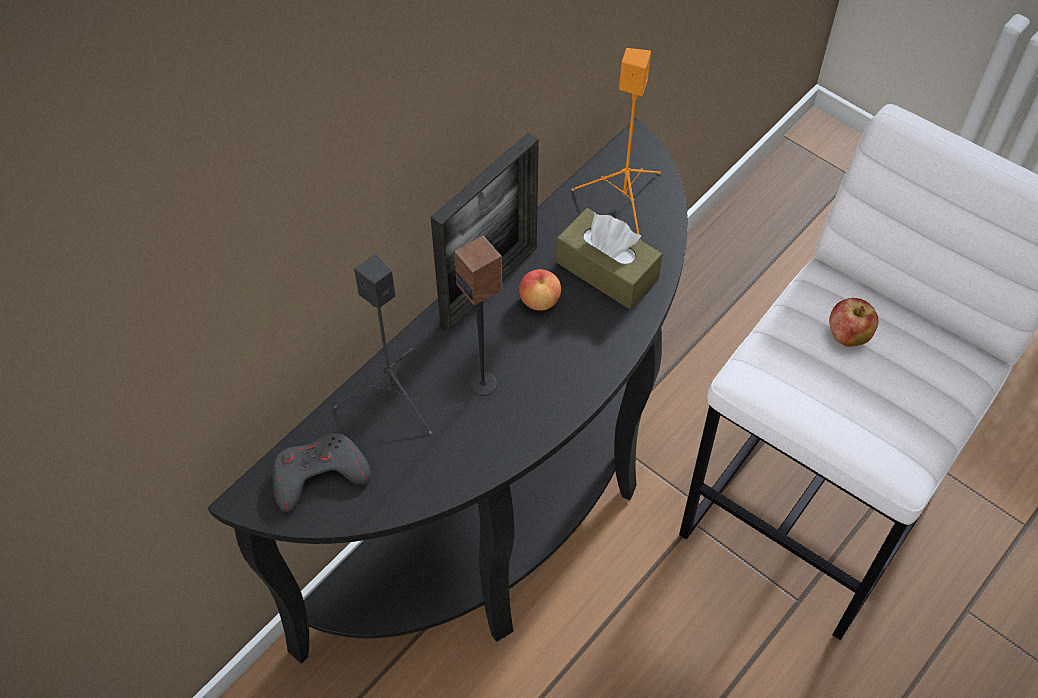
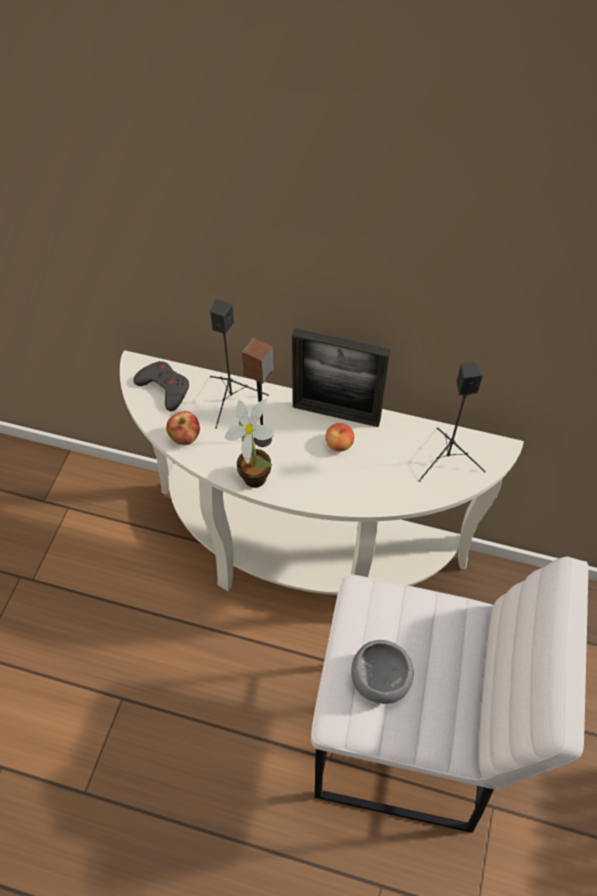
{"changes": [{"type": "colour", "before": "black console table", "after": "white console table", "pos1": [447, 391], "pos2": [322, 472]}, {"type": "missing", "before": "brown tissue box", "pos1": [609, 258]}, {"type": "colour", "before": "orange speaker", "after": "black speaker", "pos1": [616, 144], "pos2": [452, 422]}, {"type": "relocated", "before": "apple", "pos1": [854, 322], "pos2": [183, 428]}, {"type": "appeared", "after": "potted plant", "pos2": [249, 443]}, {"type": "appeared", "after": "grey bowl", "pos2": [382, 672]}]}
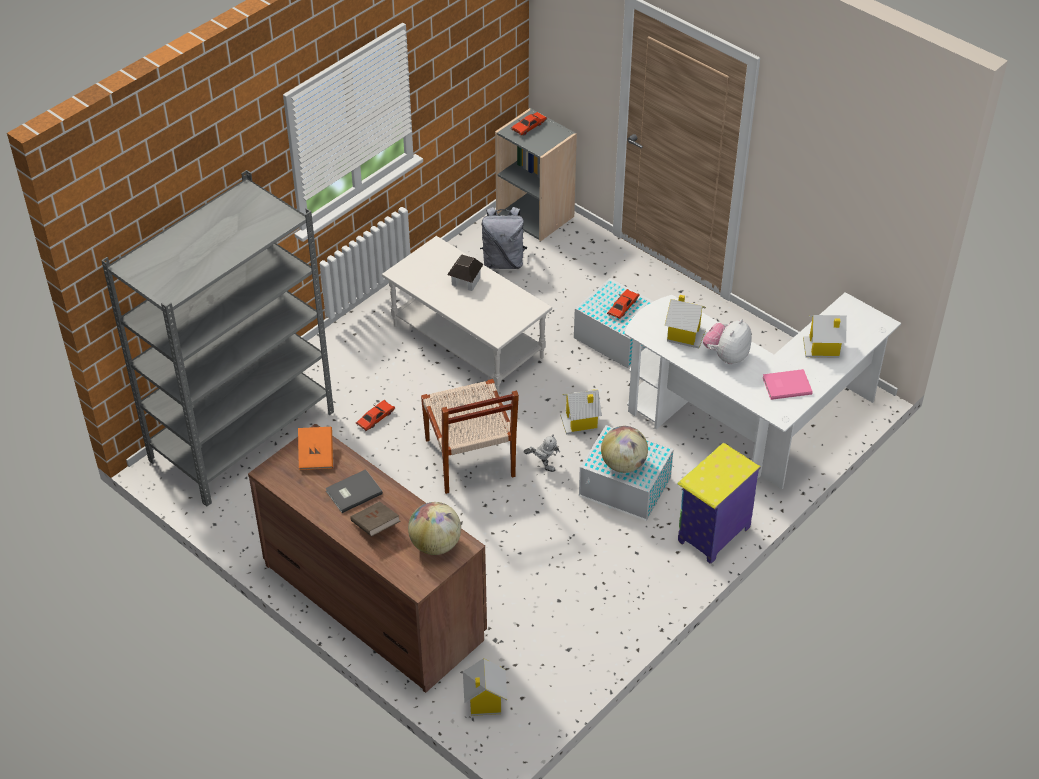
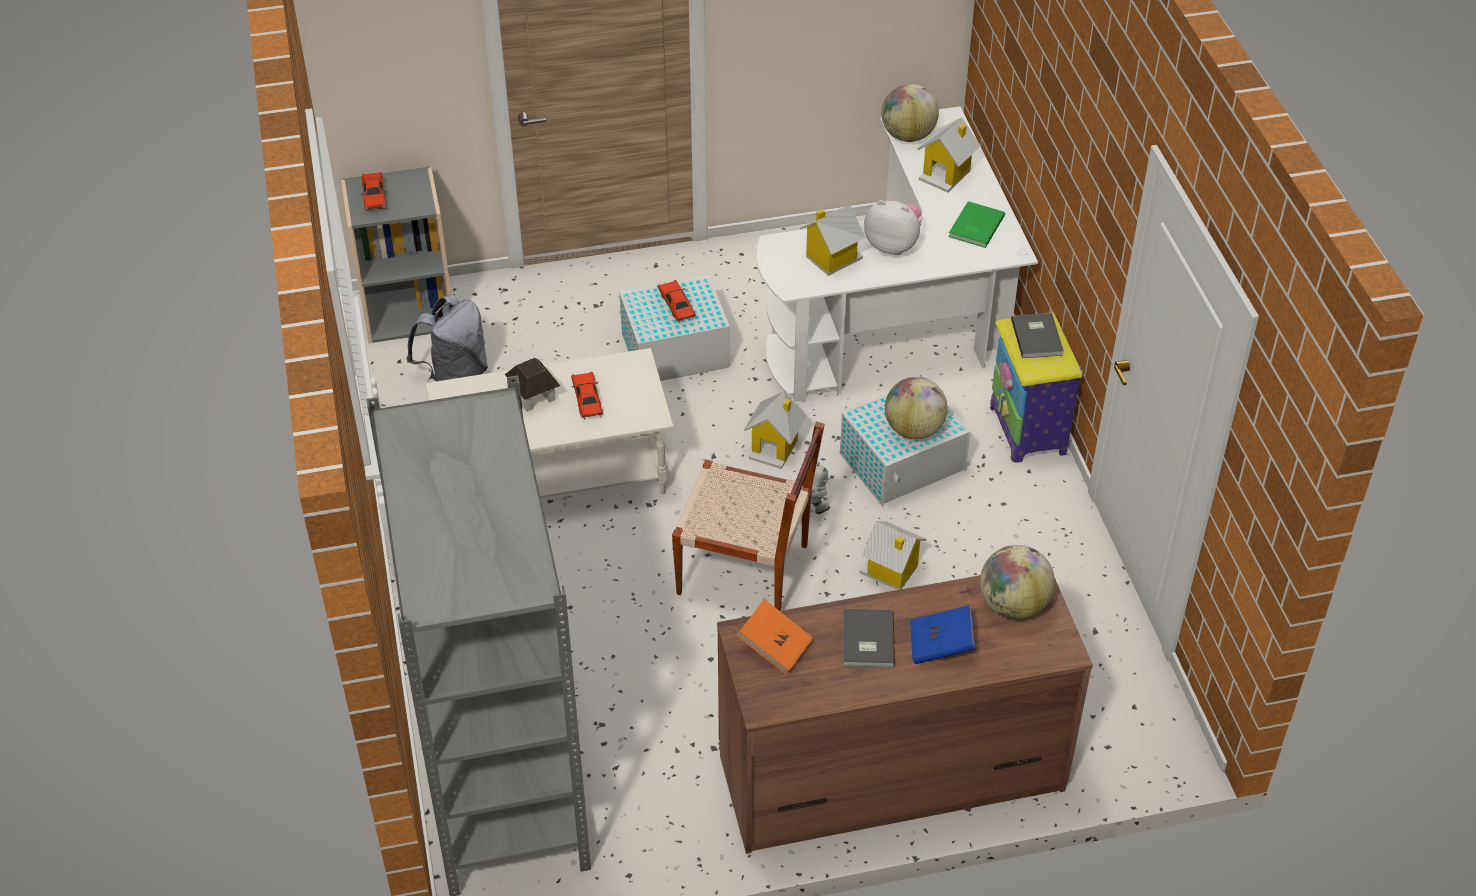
{"changes": [{"type": "colour", "before": "brown book", "after": "blue book", "pos1": [375, 519], "pos2": [942, 634]}, {"type": "relocated", "before": "red toy car", "pos1": [375, 415], "pos2": [587, 395]}, {"type": "relocated", "before": "toy house", "pos1": [485, 687], "pos2": [893, 555]}, {"type": "spun", "before": "plush toy", "pos1": [727, 341], "pos2": [893, 227], "turn": 135}, {"type": "colour", "before": "pink book", "after": "green book", "pos1": [787, 384], "pos2": [976, 224]}, {"type": "appeared", "after": "globe", "pos2": [910, 113]}, {"type": "appeared", "after": "grey book", "pos2": [1037, 335]}]}
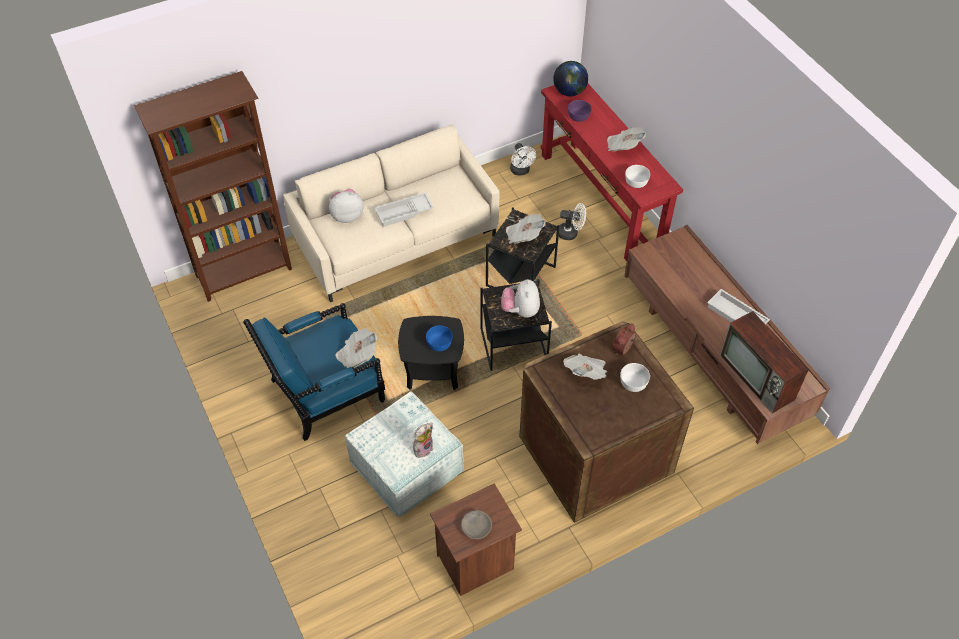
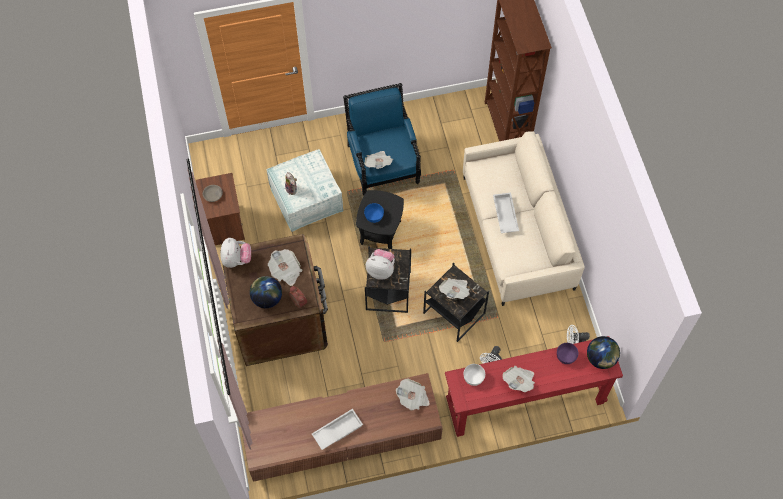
{"changes": [{"type": "relocated", "before": "plush toy", "pos1": [346, 206], "pos2": [236, 253]}, {"type": "exchanged", "before": "white bowl", "after": "globe", "pos1": [635, 377], "pos2": [266, 292]}, {"type": "missing", "before": "television", "pos1": [764, 362]}, {"type": "appeared", "after": "newspaper", "pos2": [413, 395]}]}
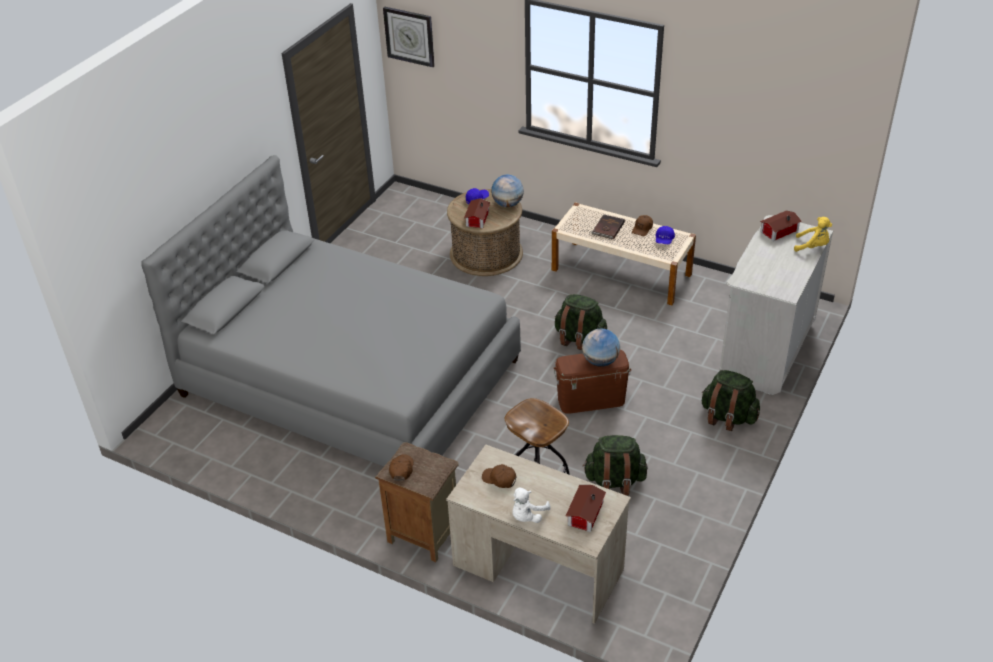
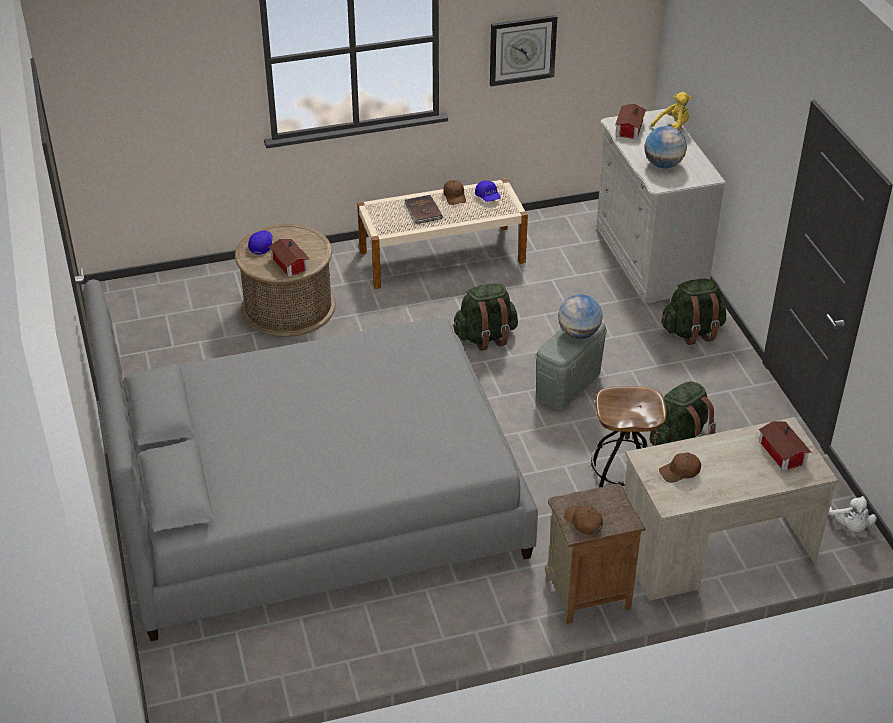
{"changes": [{"type": "relocated", "before": "wall clock", "pos1": [409, 37], "pos2": [523, 50]}, {"type": "relocated", "before": "globe", "pos1": [507, 191], "pos2": [665, 147]}, {"type": "relocated", "before": "white plush toy", "pos1": [531, 505], "pos2": [852, 514]}, {"type": "colour", "before": "brown storage box", "after": "grey storage box", "pos1": [592, 381], "pos2": [571, 366]}]}
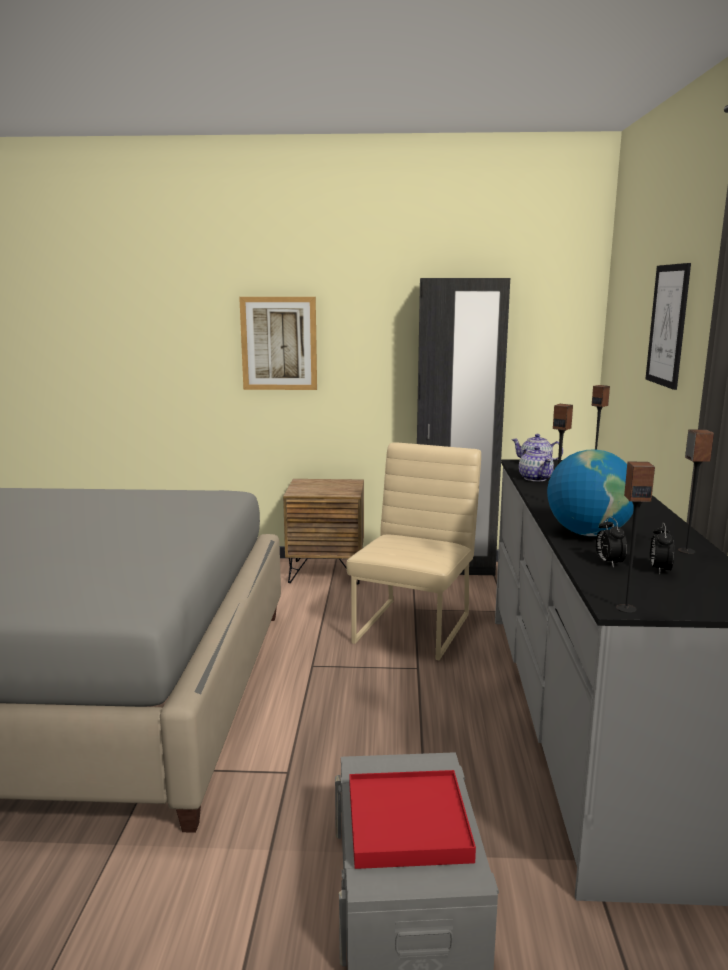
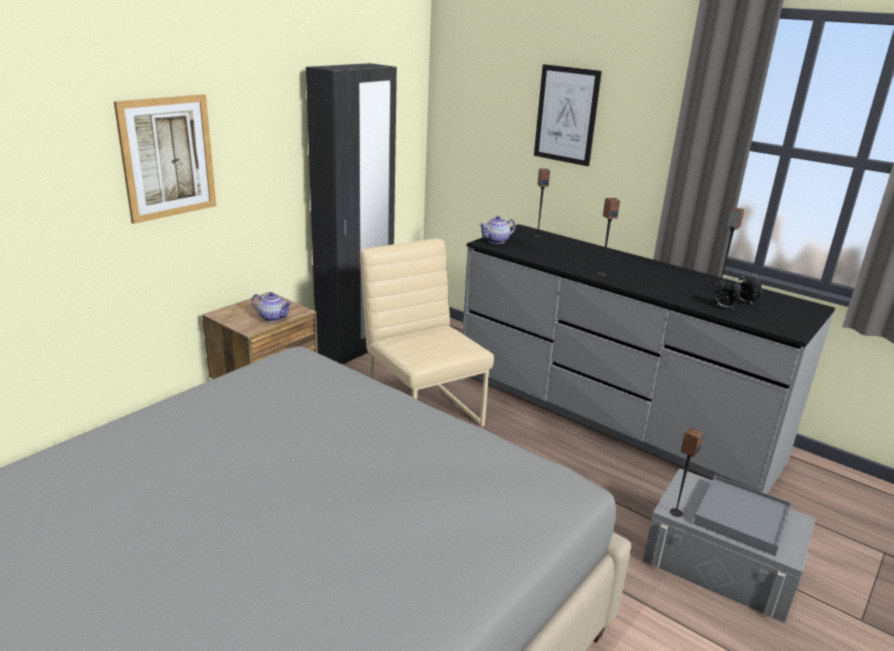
{"changes": [{"type": "colour", "before": "red tray", "after": "grey tray", "pos1": [413, 819], "pos2": [743, 516]}, {"type": "relocated", "before": "teapot", "pos1": [536, 463], "pos2": [272, 307]}, {"type": "missing", "before": "globe", "pos1": [590, 492]}, {"type": "relocated", "before": "speaker", "pos1": [635, 537], "pos2": [687, 472]}]}
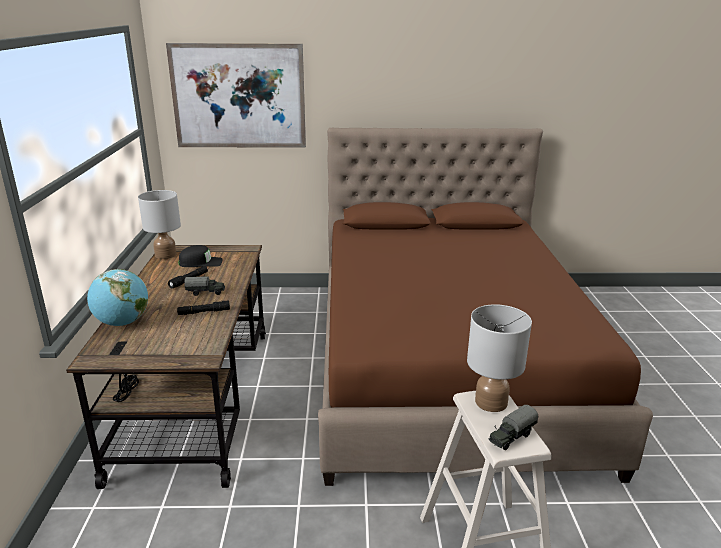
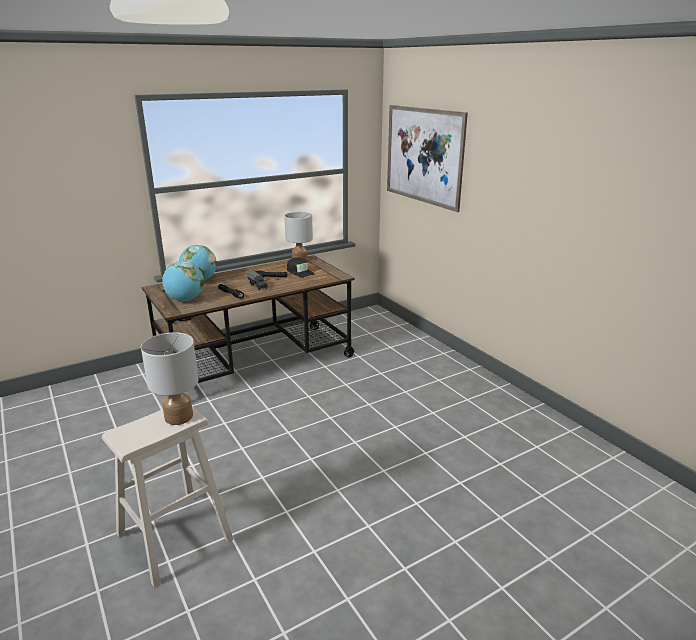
{"changes": [{"type": "missing", "before": "brown bed", "pos1": [485, 306]}, {"type": "missing", "before": "toy truck", "pos1": [513, 427]}, {"type": "appeared", "after": "globe", "pos2": [183, 281]}]}
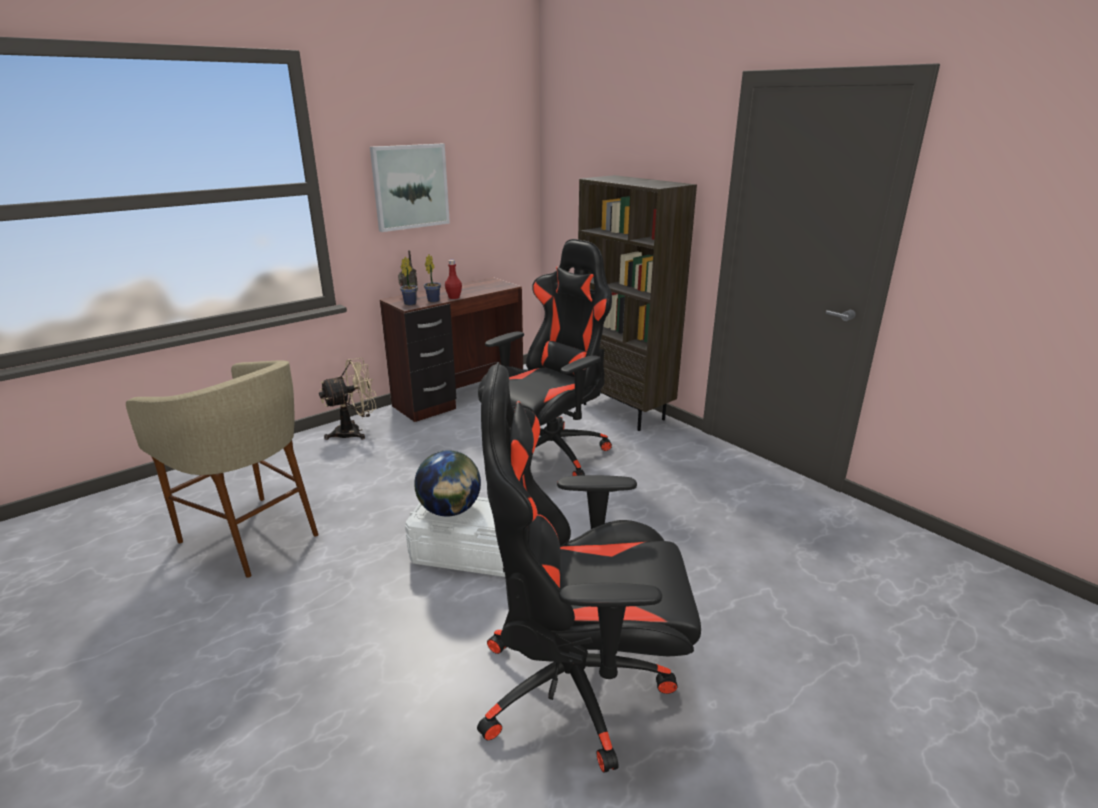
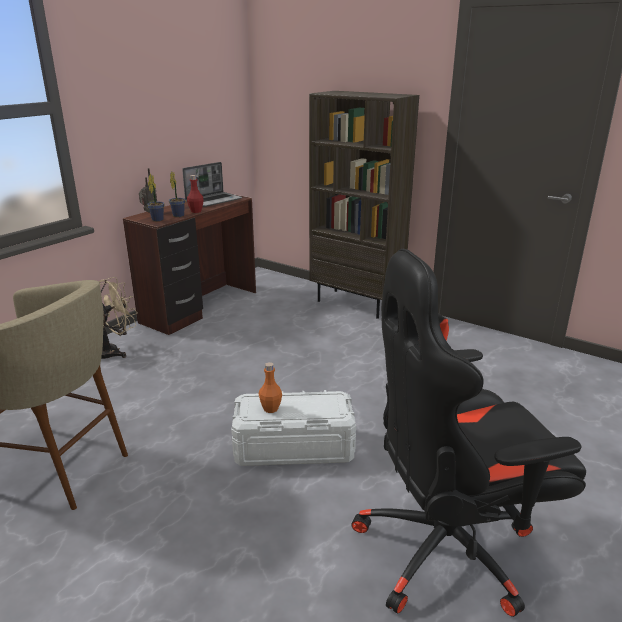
{"changes": [{"type": "missing", "before": "picture", "pos1": [410, 188]}, {"type": "exchanged", "before": "globe", "after": "orange bottle", "pos1": [447, 483], "pos2": [270, 387]}, {"type": "missing", "before": "black office chair", "pos1": [545, 357]}, {"type": "appeared", "after": "laptop", "pos2": [212, 184]}]}
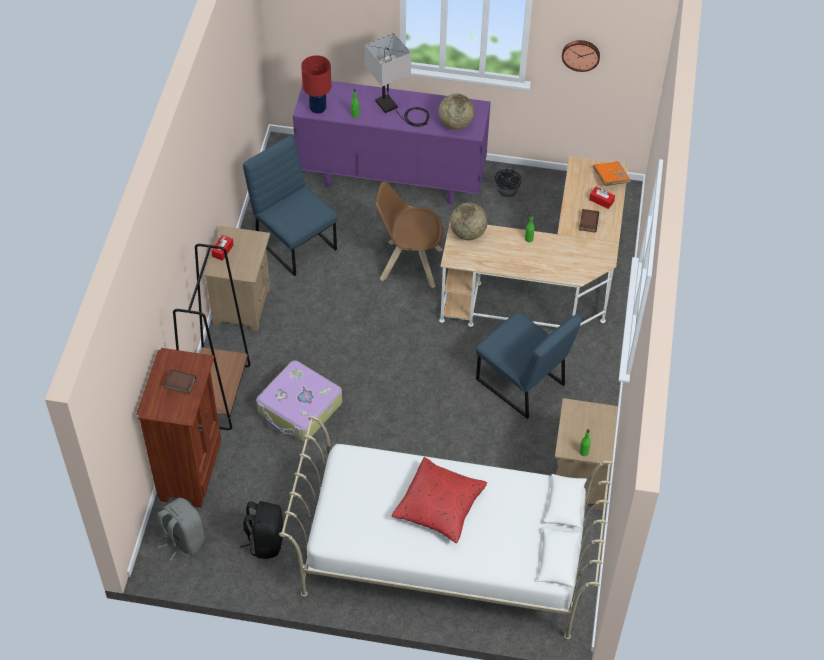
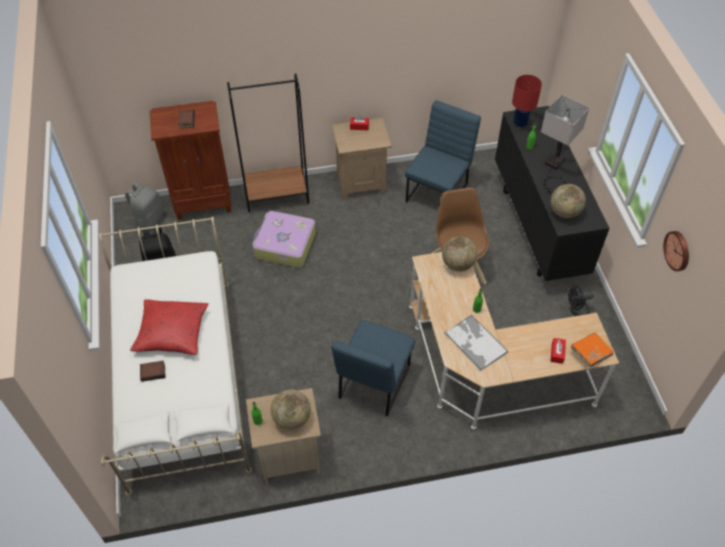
{"changes": [{"type": "colour", "before": "purple dresser", "after": "black dresser", "pos1": [391, 143], "pos2": [552, 193]}, {"type": "relocated", "before": "book", "pos1": [589, 221], "pos2": [153, 371]}, {"type": "appeared", "after": "globe", "pos2": [291, 409]}, {"type": "appeared", "after": "tray", "pos2": [476, 343]}]}
